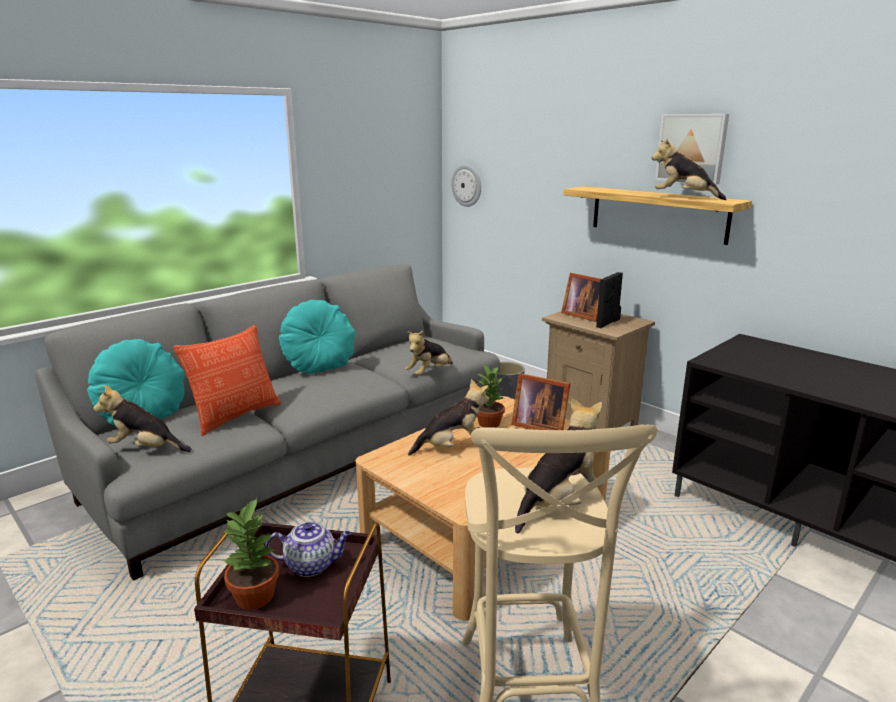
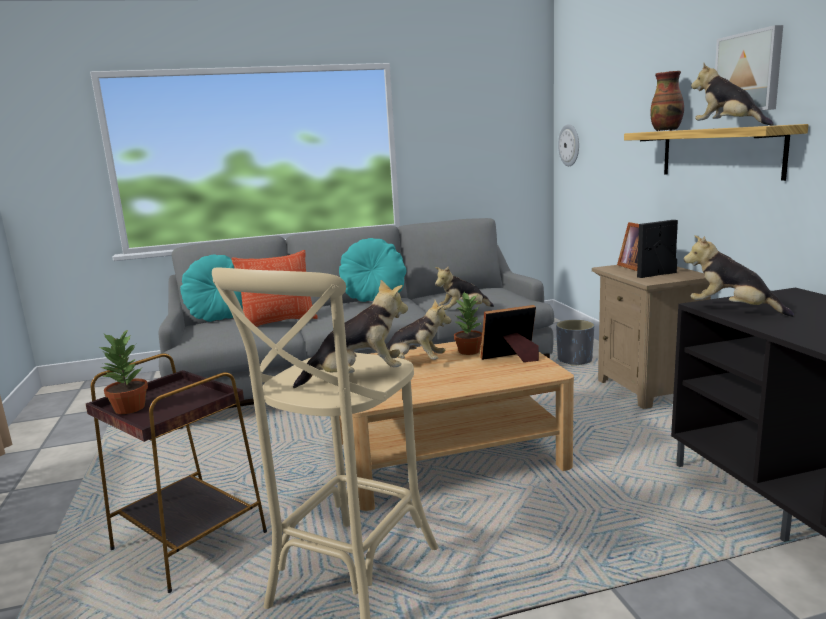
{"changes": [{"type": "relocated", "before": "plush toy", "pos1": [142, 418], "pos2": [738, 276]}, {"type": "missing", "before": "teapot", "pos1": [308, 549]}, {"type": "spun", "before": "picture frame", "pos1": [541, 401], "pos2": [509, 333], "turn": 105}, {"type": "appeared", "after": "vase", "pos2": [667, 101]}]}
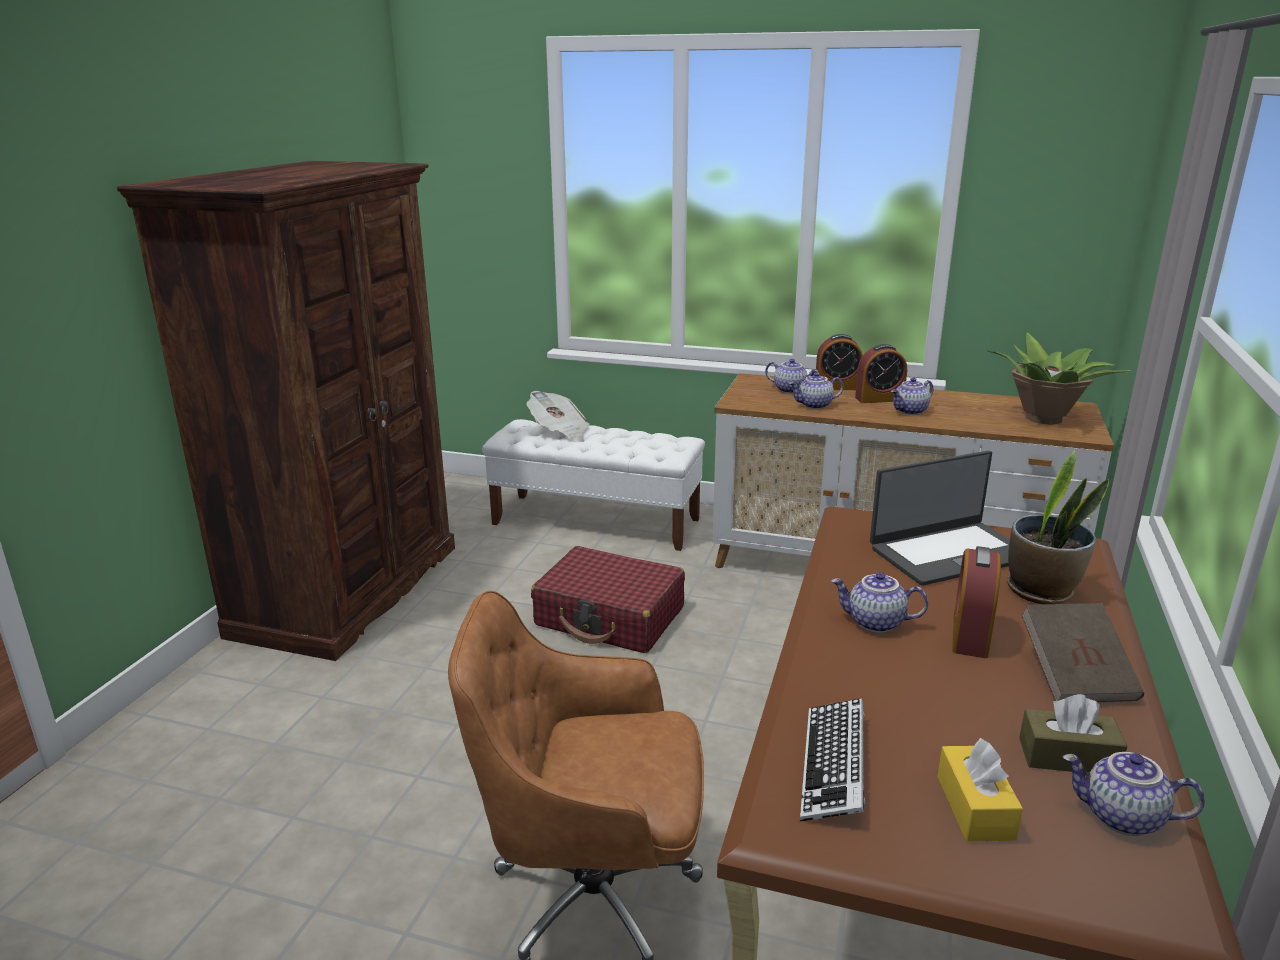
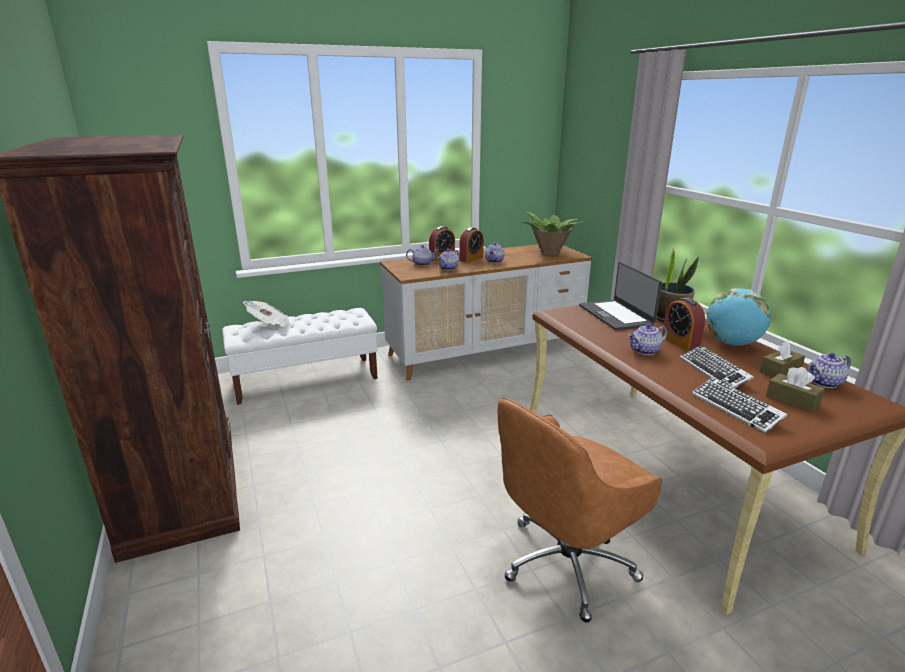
{"changes": [{"type": "missing", "before": "red suitcase", "pos1": [608, 599]}, {"type": "spun", "before": "laptop", "pos1": [940, 518], "pos2": [620, 296], "turn": 135}, {"type": "colour", "before": "yellow tissue box", "after": "brown tissue box", "pos1": [980, 789], "pos2": [795, 389]}, {"type": "exchanged", "before": "brown book", "after": "globe", "pos1": [1082, 652], "pos2": [738, 317]}, {"type": "appeared", "after": "keyboard", "pos2": [717, 366]}]}
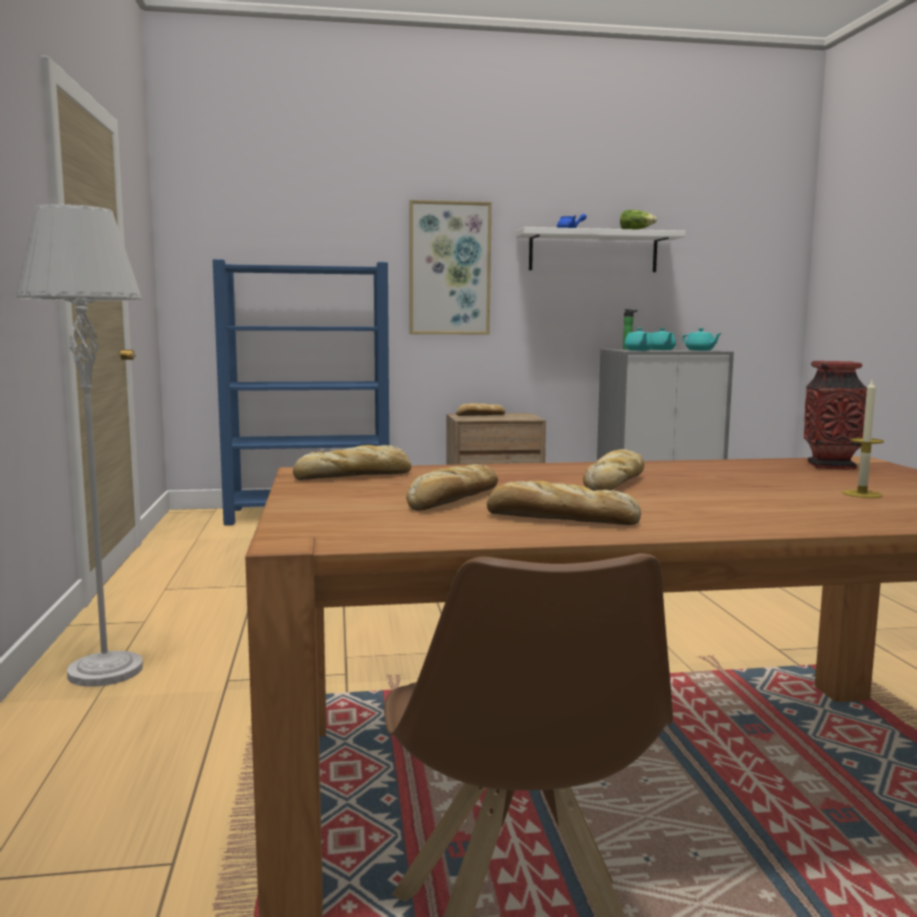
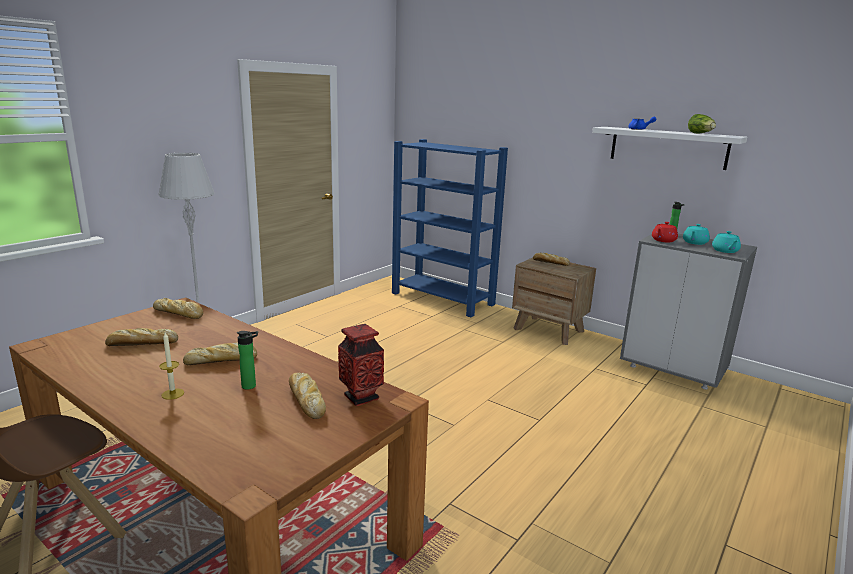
{"changes": [{"type": "missing", "before": "picture", "pos1": [450, 267]}, {"type": "relocated", "before": "bread", "pos1": [564, 503], "pos2": [307, 396]}, {"type": "colour", "before": "turquoise teapot", "after": "red teapot", "pos1": [639, 339], "pos2": [665, 232]}, {"type": "relocated", "before": "candle", "pos1": [863, 439], "pos2": [171, 366]}, {"type": "appeared", "after": "bottle", "pos2": [247, 360]}]}
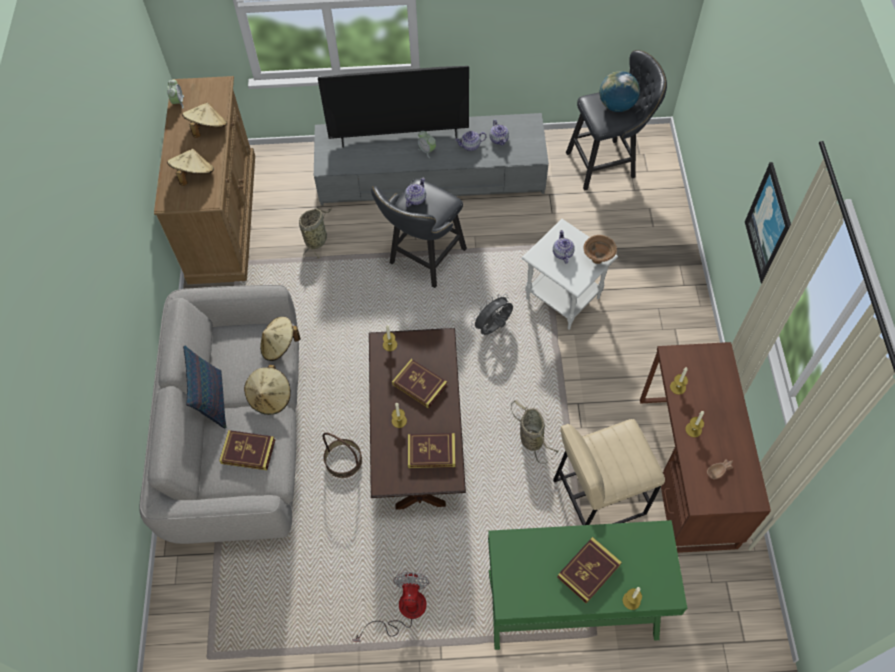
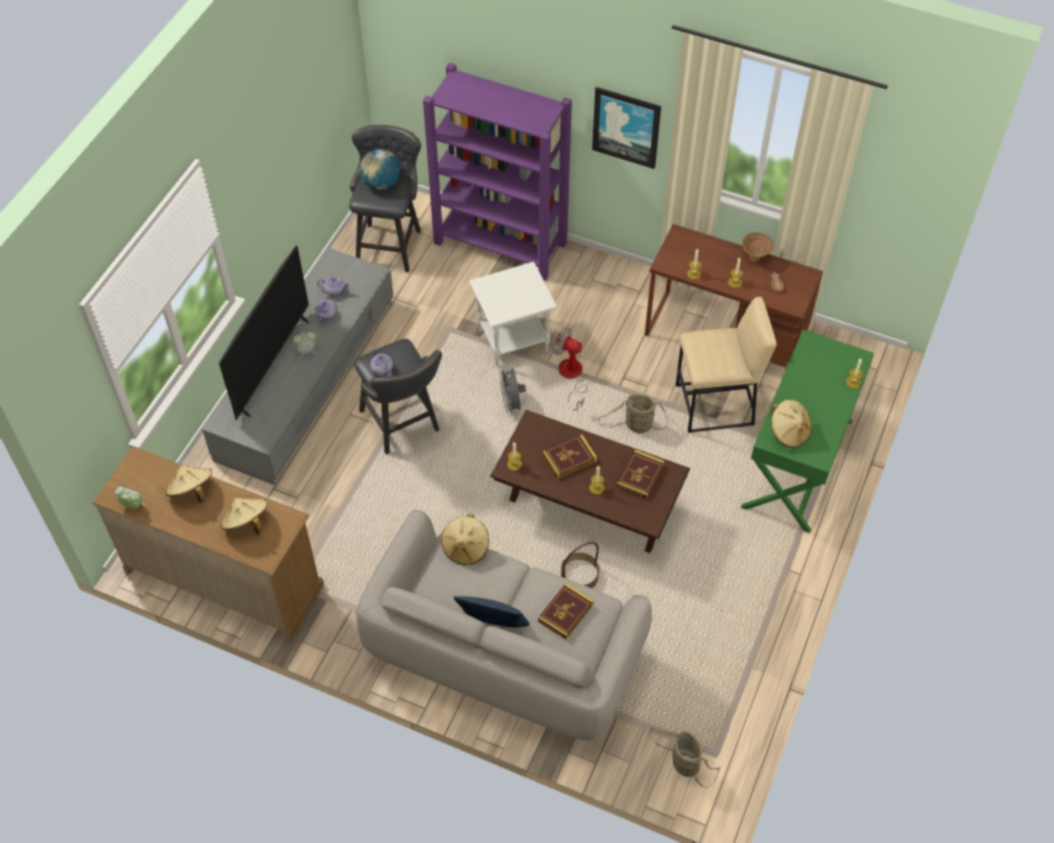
{"changes": [{"type": "relocated", "before": "beige hat", "pos1": [267, 390], "pos2": [791, 423]}, {"type": "relocated", "before": "basket", "pos1": [315, 234], "pos2": [685, 757]}, {"type": "relocated", "before": "fan", "pos1": [391, 607], "pos2": [570, 369]}, {"type": "missing", "before": "teapot", "pos1": [564, 247]}, {"type": "spun", "before": "beige chair", "pos1": [609, 472], "pos2": [726, 365], "turn": -105}, {"type": "missing", "before": "book", "pos1": [589, 570]}, {"type": "relocated", "before": "brown bowl", "pos1": [600, 249], "pos2": [758, 246]}, {"type": "appeared", "after": "purple bookcase", "pos2": [497, 172]}]}
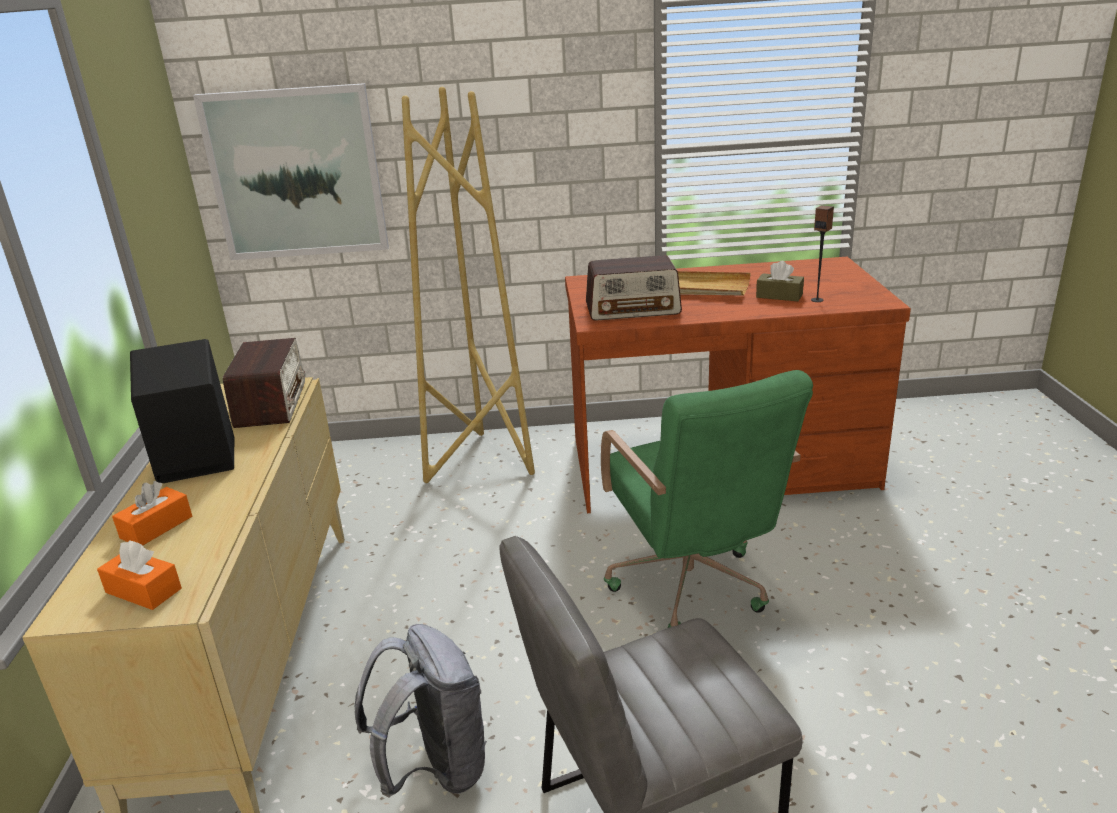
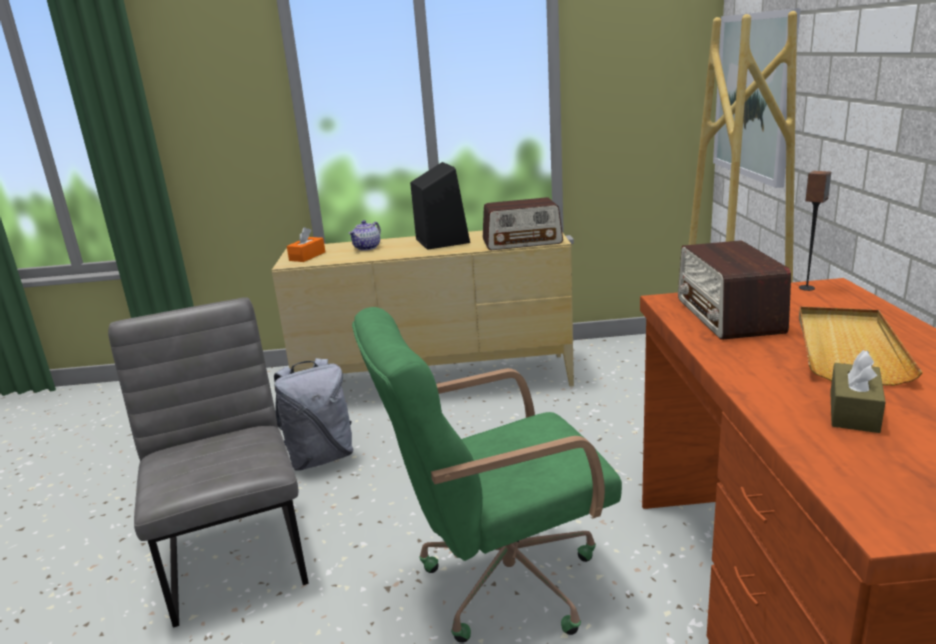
{"changes": [{"type": "exchanged", "before": "orange tissue box", "after": "teapot", "pos1": [152, 513], "pos2": [365, 235]}, {"type": "relocated", "before": "speaker", "pos1": [822, 253], "pos2": [815, 231]}]}
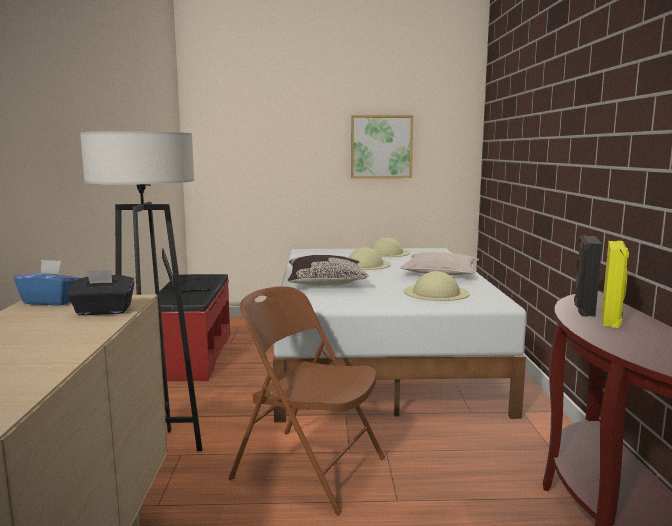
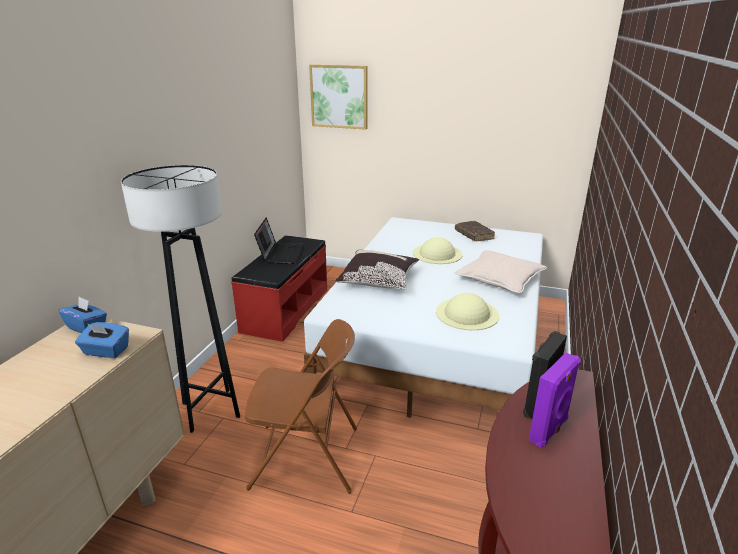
{"changes": [{"type": "colour", "before": "black tissue box", "after": "blue tissue box", "pos1": [101, 292], "pos2": [102, 340]}, {"type": "spun", "before": "brown chair", "pos1": [307, 401], "pos2": [301, 406], "turn": 135}, {"type": "relocated", "before": "picture", "pos1": [382, 146], "pos2": [338, 97]}, {"type": "exchanged", "before": "beige hat", "after": "brown book", "pos1": [390, 247], "pos2": [475, 231]}, {"type": "colour", "before": "yellow speaker", "after": "purple speaker", "pos1": [615, 284], "pos2": [554, 400]}]}
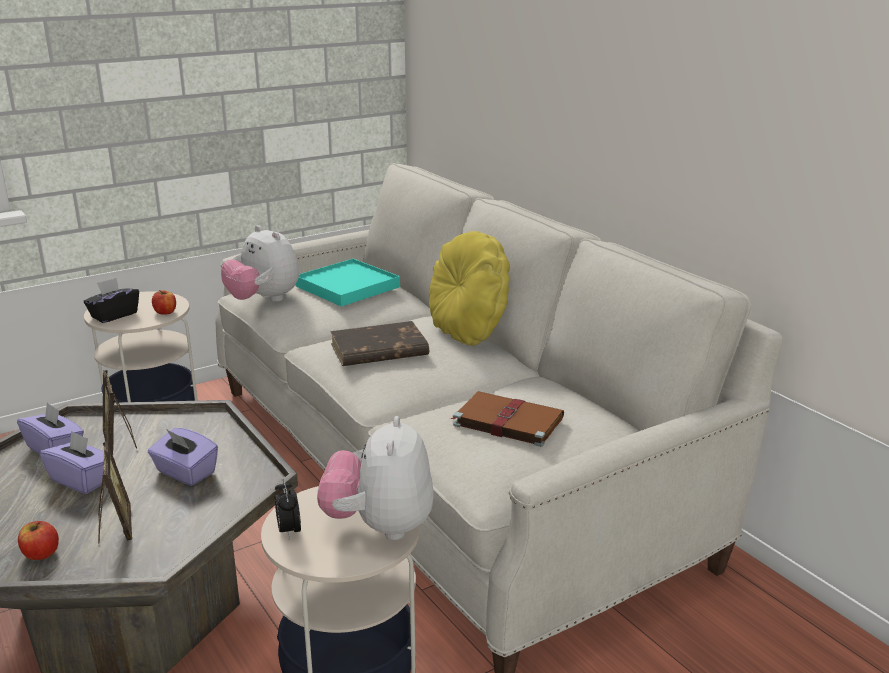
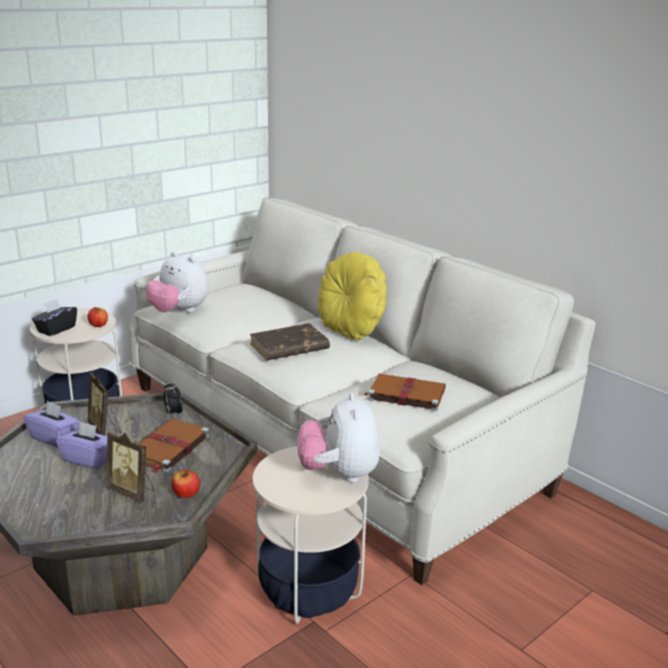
{"changes": [{"type": "relocated", "before": "apple", "pos1": [38, 540], "pos2": [185, 484]}, {"type": "spun", "before": "picture frame", "pos1": [115, 492], "pos2": [130, 467], "turn": 150}, {"type": "exchanged", "before": "purple tissue box", "after": "brown book", "pos1": [183, 457], "pos2": [174, 446]}, {"type": "relocated", "before": "alarm clock", "pos1": [288, 509], "pos2": [173, 398]}, {"type": "missing", "before": "turquoise tray", "pos1": [347, 282]}]}
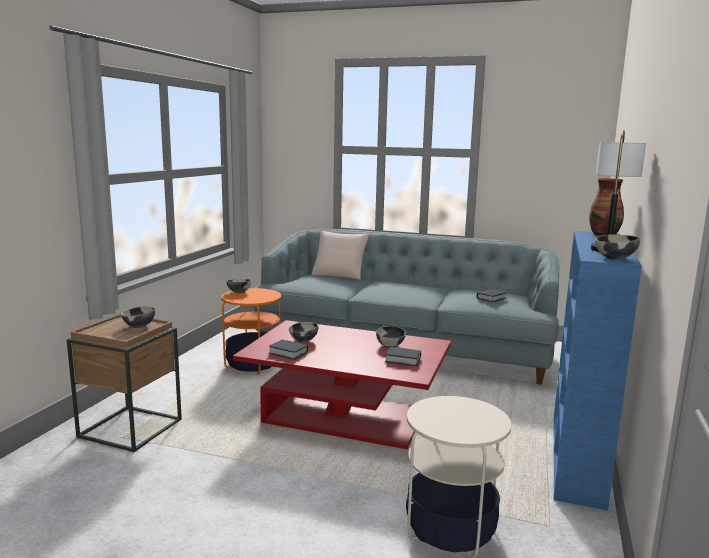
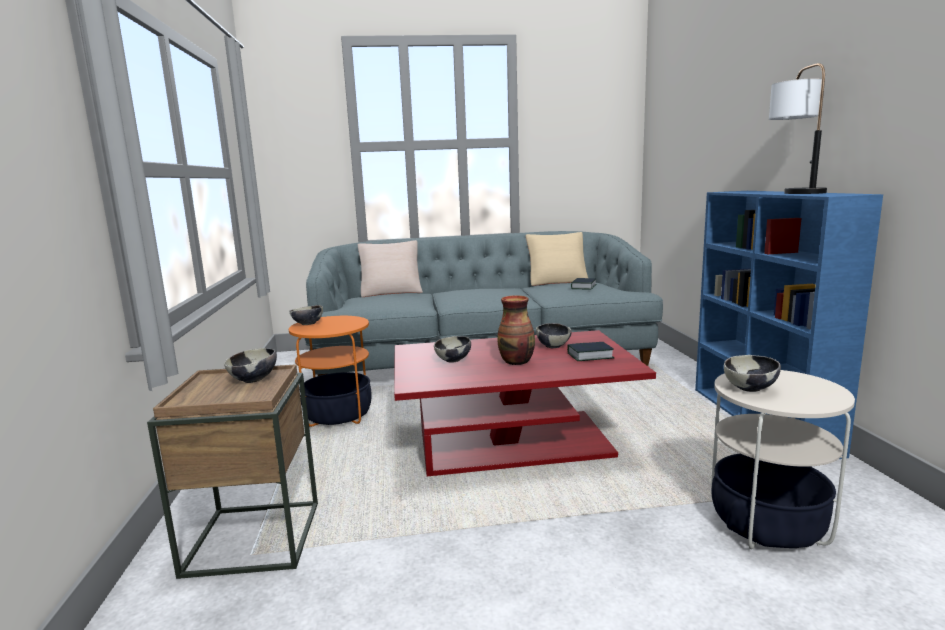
{"changes": [{"type": "missing", "before": "book", "pos1": [288, 350]}, {"type": "relocated", "before": "vase", "pos1": [606, 207], "pos2": [516, 330]}, {"type": "relocated", "before": "bowl", "pos1": [617, 247], "pos2": [752, 373]}, {"type": "appeared", "after": "beige pillow", "pos2": [557, 259]}]}
